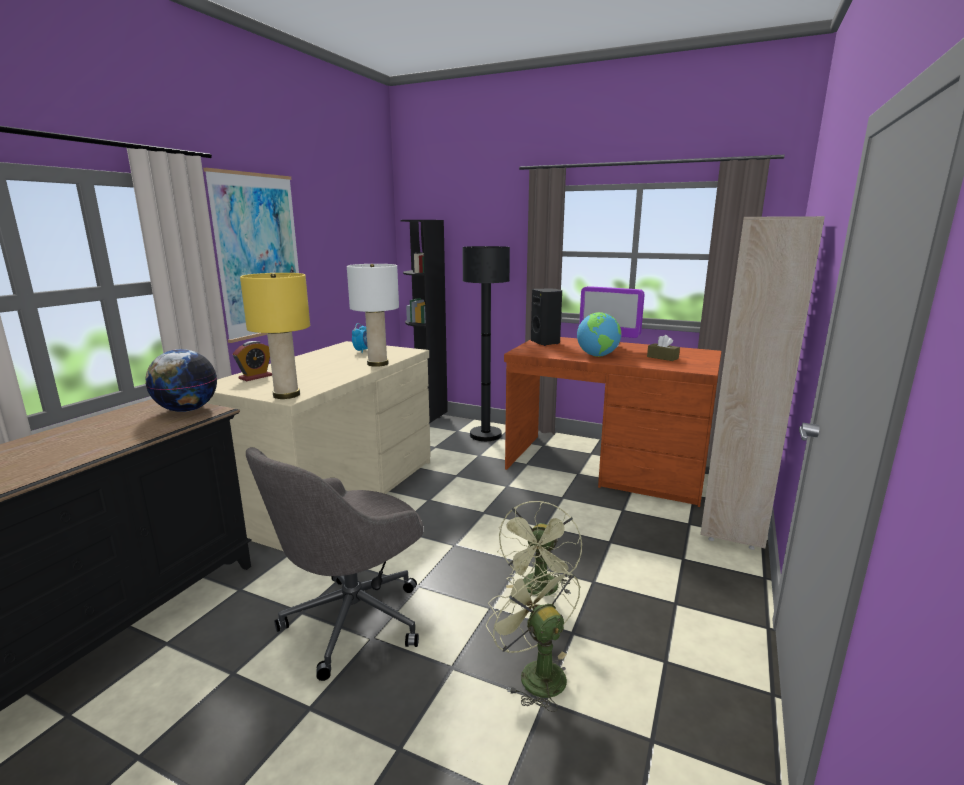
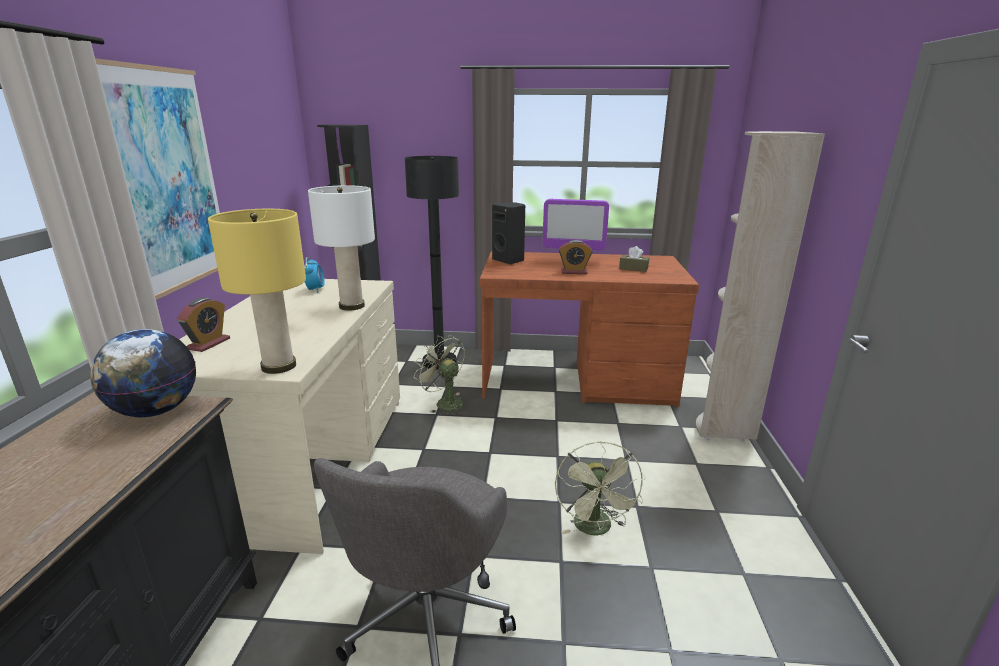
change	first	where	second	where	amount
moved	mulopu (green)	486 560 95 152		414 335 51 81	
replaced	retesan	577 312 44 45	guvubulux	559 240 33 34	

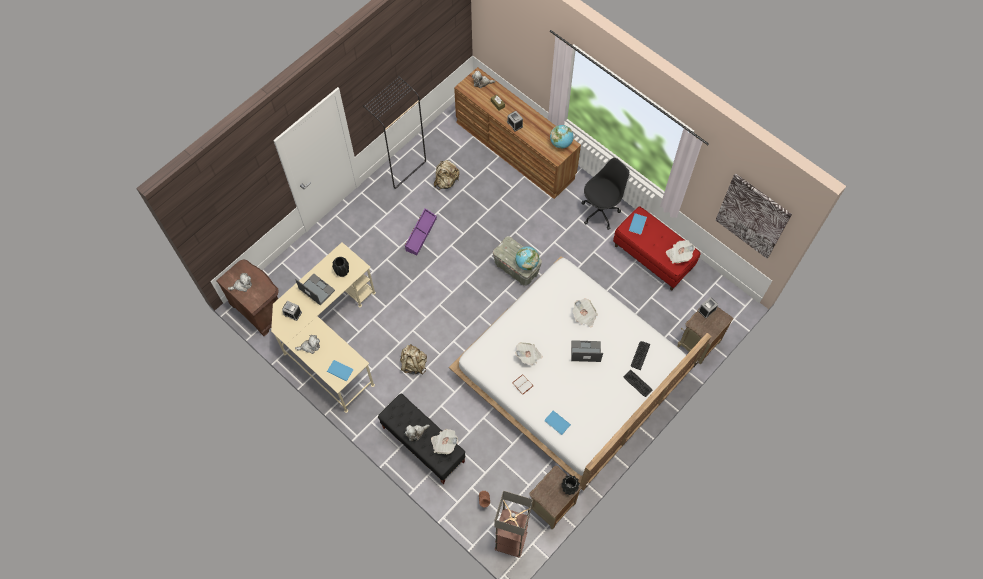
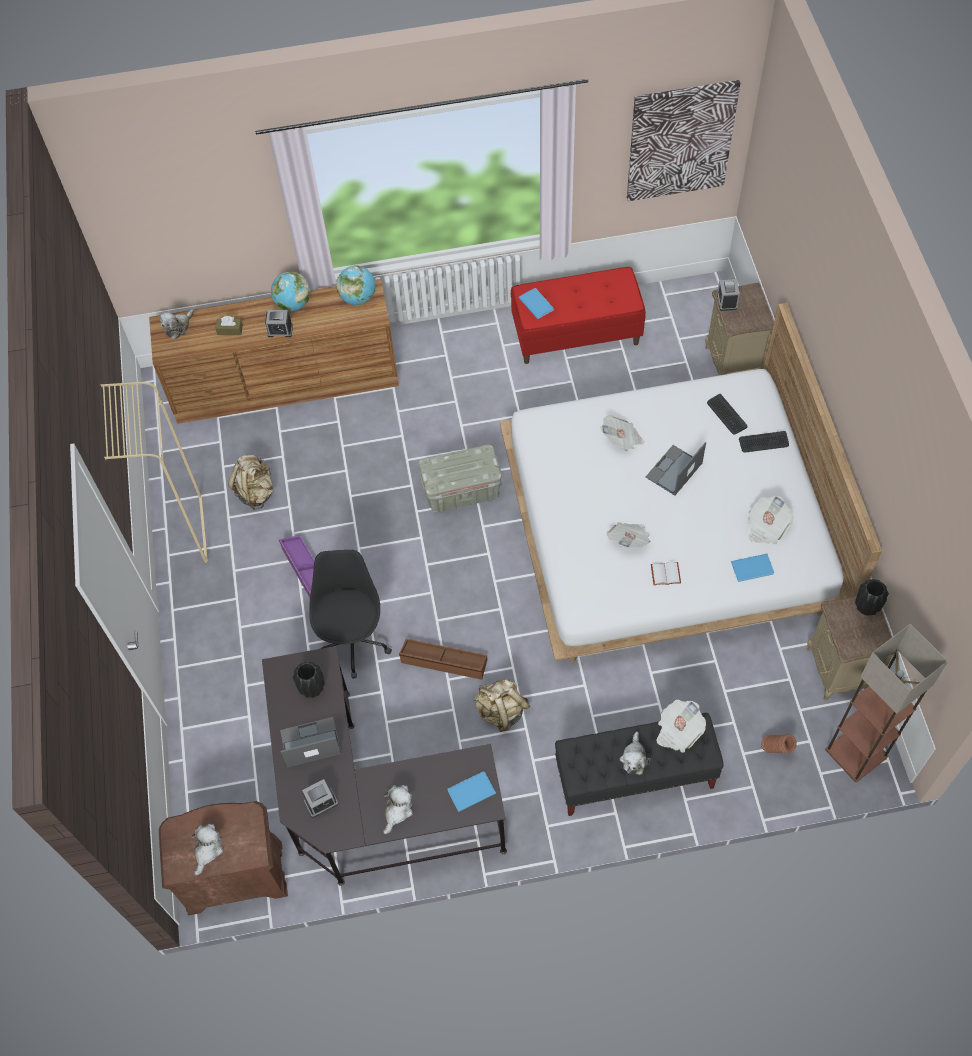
change	first	where	second	where	amount
added			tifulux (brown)	399 638 88 42	
moved	retesan	515 246 24 24		271 272 39 39	
moved	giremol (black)	581 158 48 72		309 550 83 128	
moved	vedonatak	666 240 29 24		748 496 45 48	
recoloured	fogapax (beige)	271 242 105 171	fogapax (black)	262 646 245 240	
recoloured	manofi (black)	363 76 63 113	manofi (beige)	100 382 108 181	

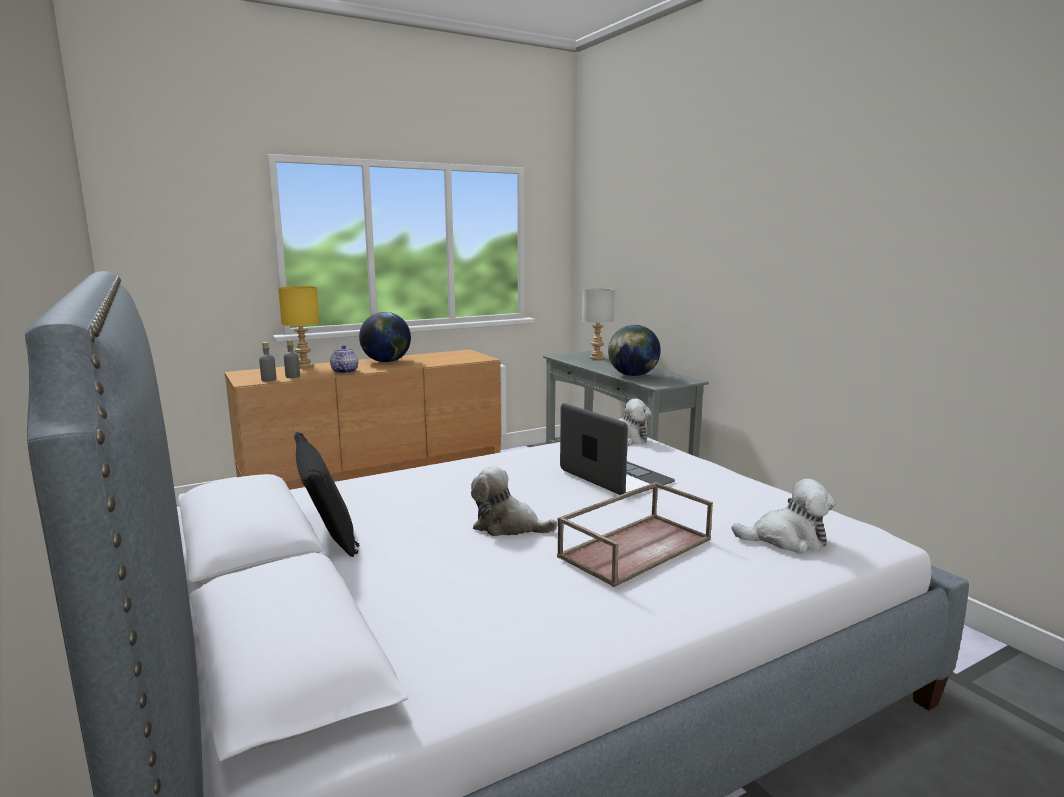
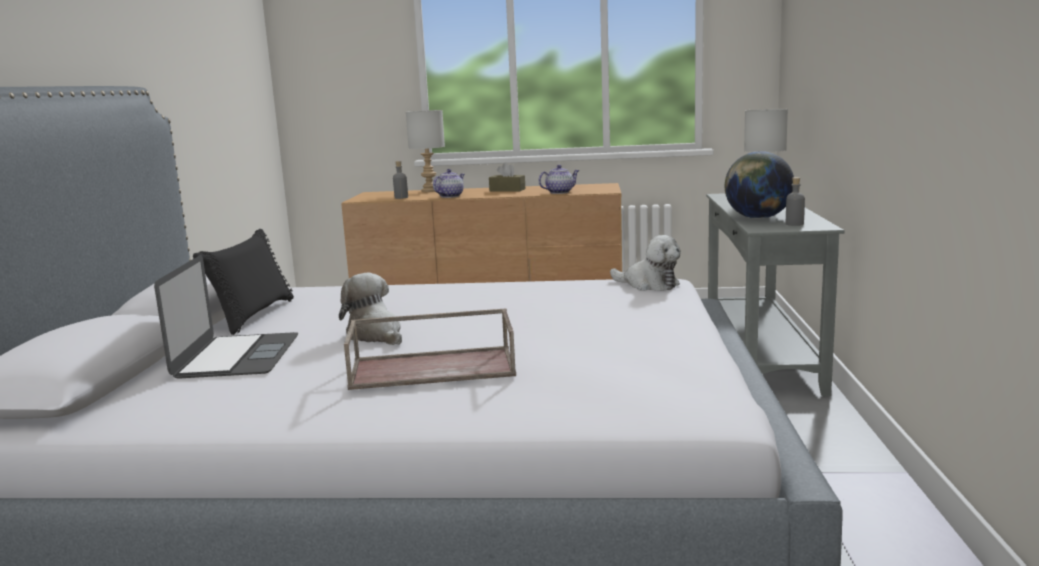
change	first	where	second	where	amount
removed	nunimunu	731 478 105 76			
added			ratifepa	538 165 41 29	
moved	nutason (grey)	259 342 17 39		786 177 19 49	
moved	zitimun	560 403 115 92		154 255 144 124	
replaced	retesan	359 312 52 50	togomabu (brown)	489 162 36 30	
recoloured	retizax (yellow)	278 286 42 82	retizax (grey)	406 110 39 82	

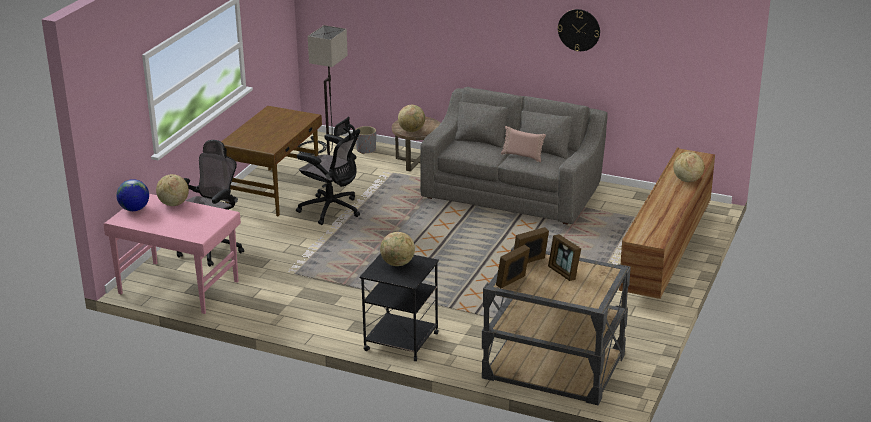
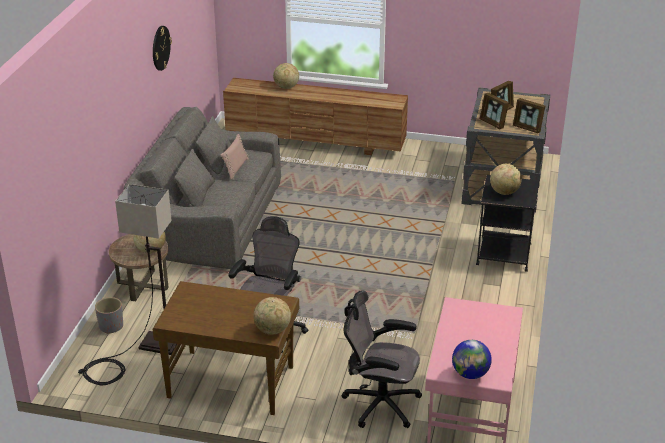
change	first	where	second	where	amount
moved	retesan	156 174 33 32		253 297 38 37	

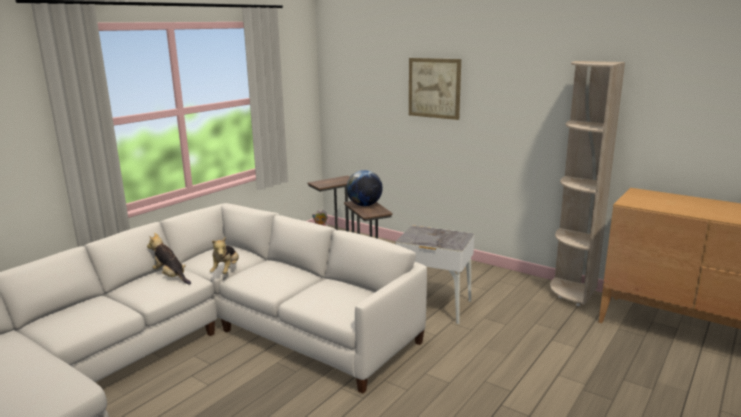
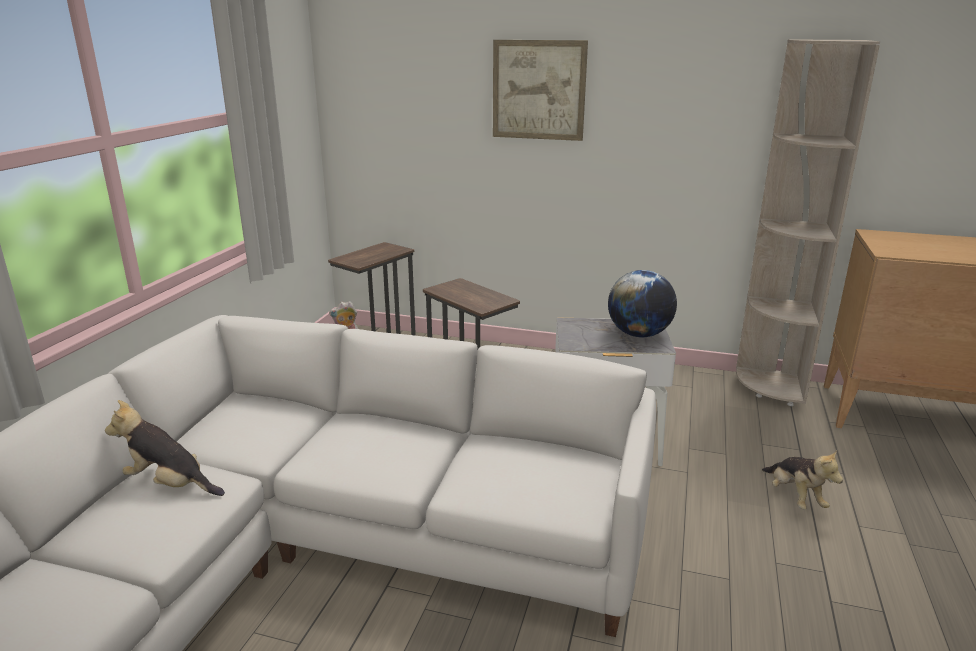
change	first	where	second	where	amount
moved	nunimunu	210 237 29 37		762 450 81 60	
moved	retesan	346 170 37 36		608 270 69 67	

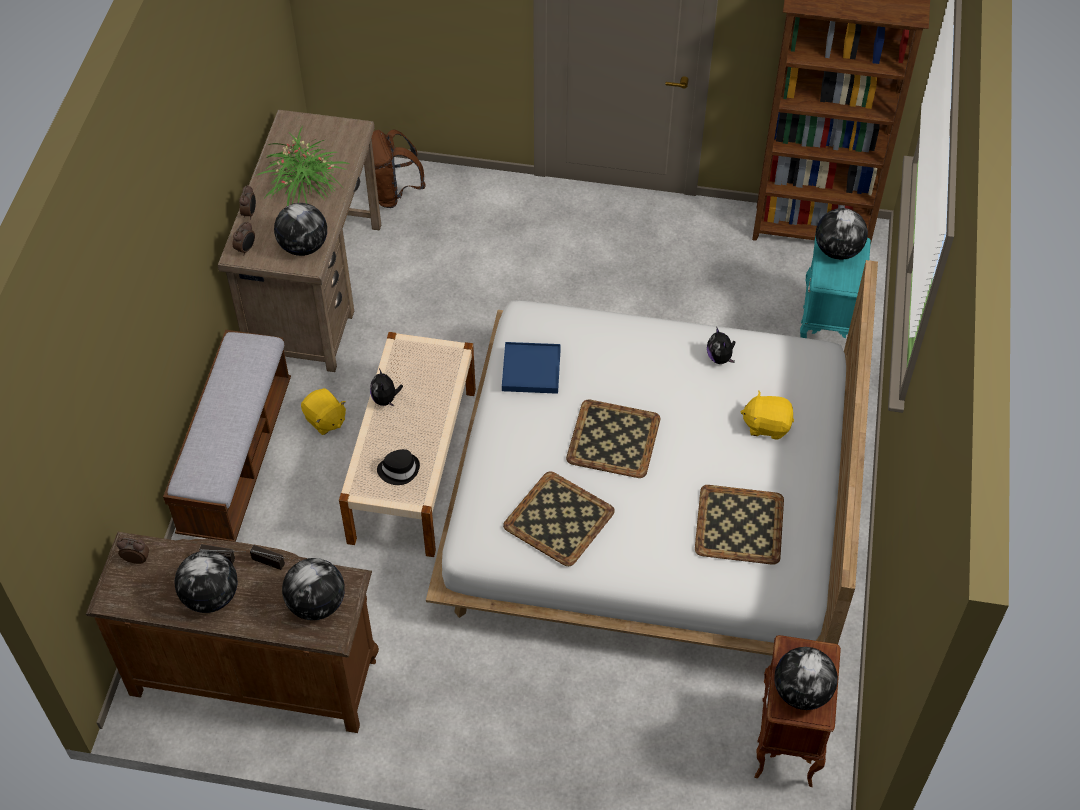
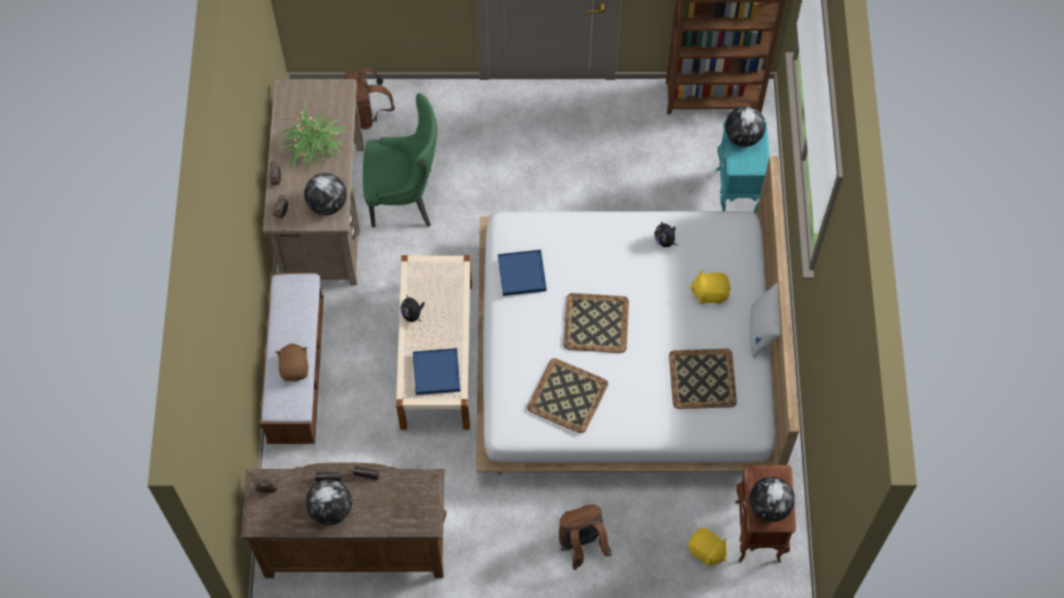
change	first	where	second	where	amount
removed	retesan	282 558 63 62			
added			nunimunu (brown)	275 343 33 39	
added			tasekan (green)	363 93 74 134	
added			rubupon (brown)	559 505 53 65	
added			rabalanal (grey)	750 281 31 77	
moved	nunimunu (yellow)	301 388 45 47		688 528 39 39	
replaced	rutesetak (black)	377 449 43 36	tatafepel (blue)	413 348 47 47	

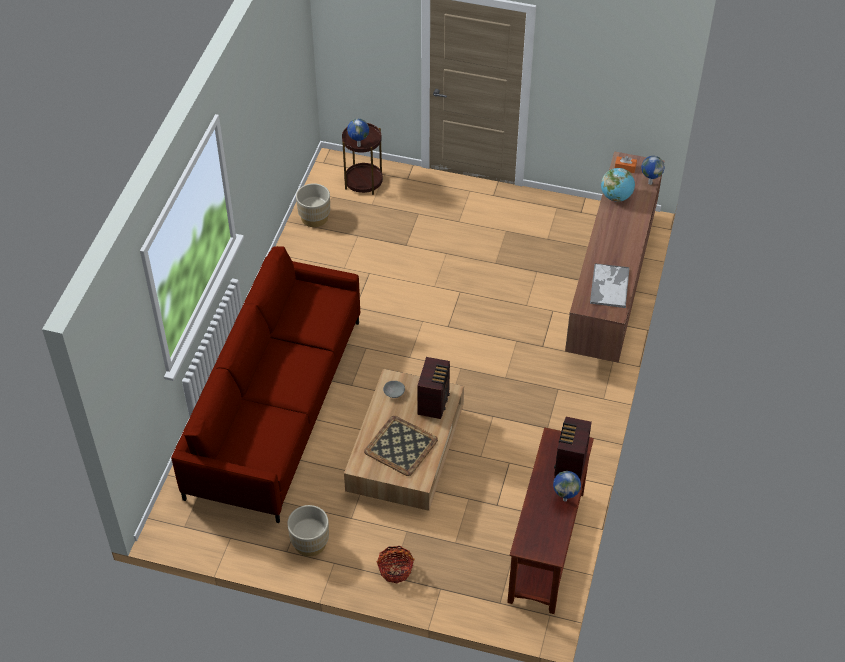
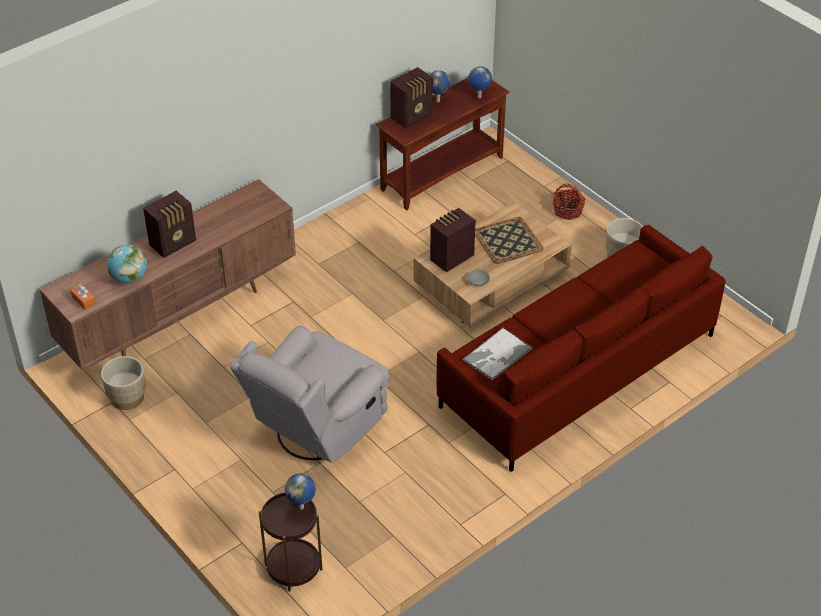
change	first	where	second	where	amount
added			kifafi	143 191 53 67	
added			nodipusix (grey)	230 326 160 137	
moved	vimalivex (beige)	296 183 34 44		101 356 45 54	
moved	tatafepel	590 264 40 44		463 328 70 52	
moved	retesan	641 156 24 29		468 66 24 32	

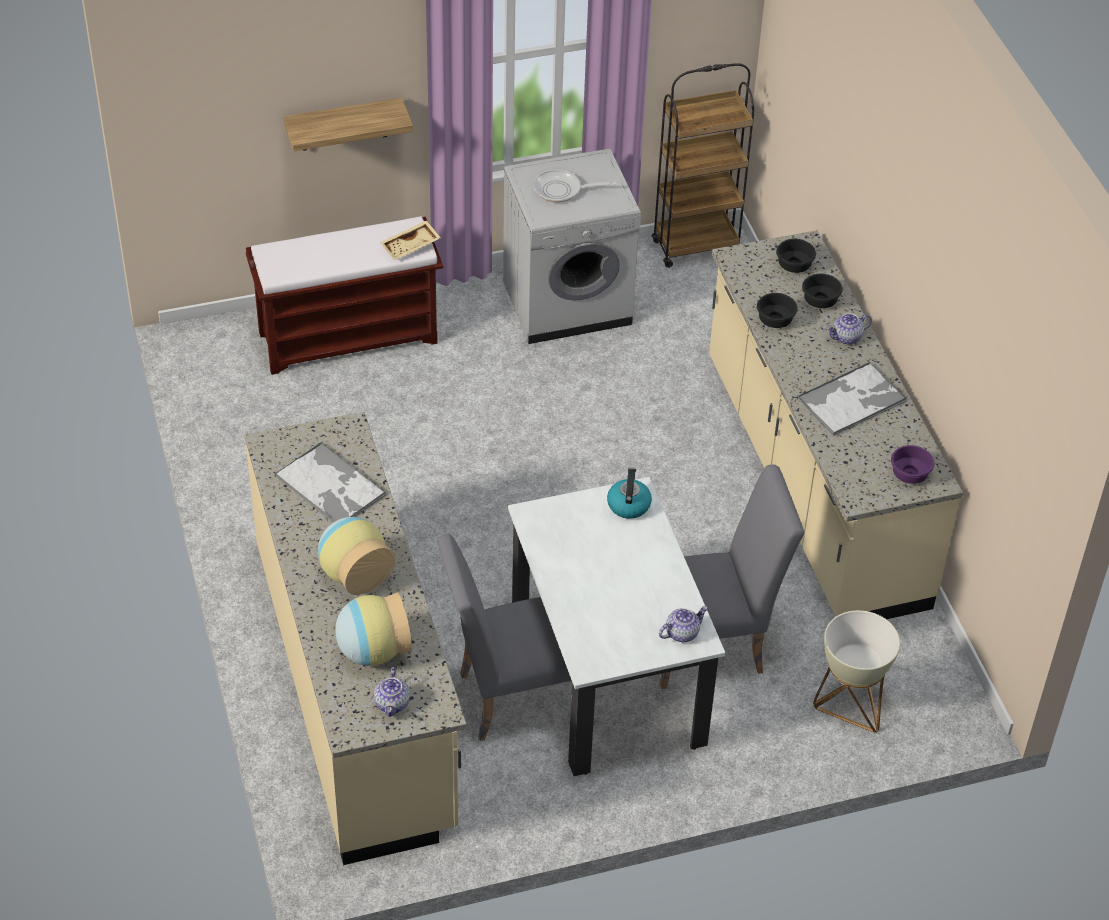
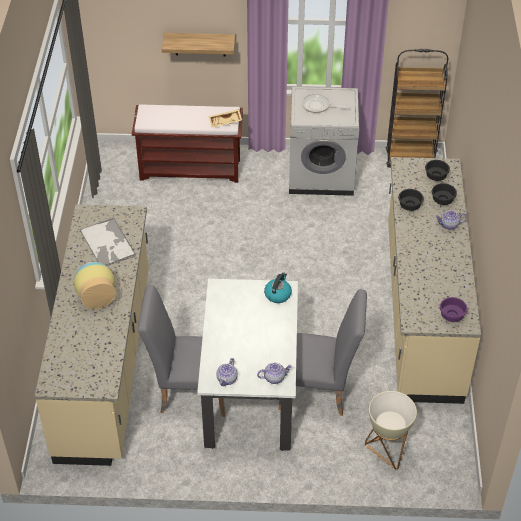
change	first	where	second	where	amount
removed	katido	335 592 77 74			
removed	tatafepel	797 362 110 74			
moved	ratifepa	374 667 36 50		216 358 22 28	

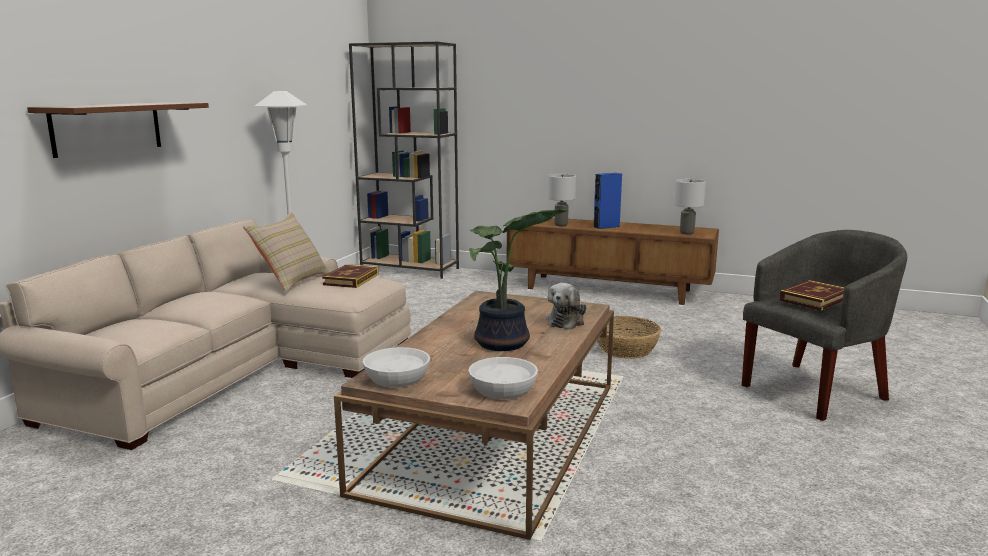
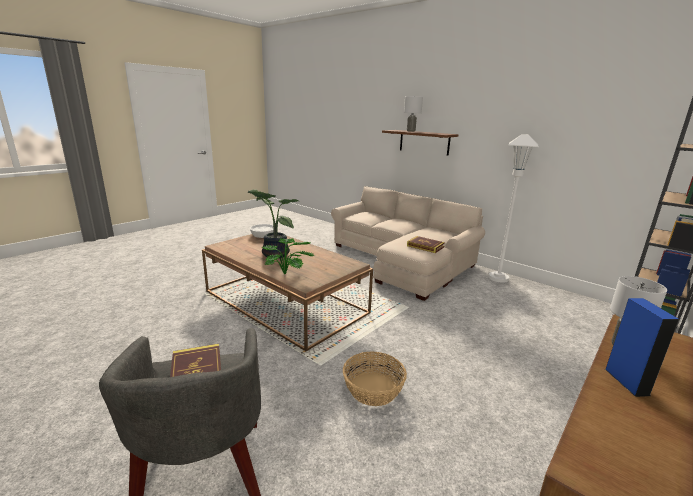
change	first	where	second	where	amount
removed	rabalanal (beige)	243 212 87 80			
removed	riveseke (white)	468 357 70 42			
moved	retizax (white)	674 179 32 56		404 96 19 36	
replaced	nunimunu	547 283 40 47	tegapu	262 238 52 36	

